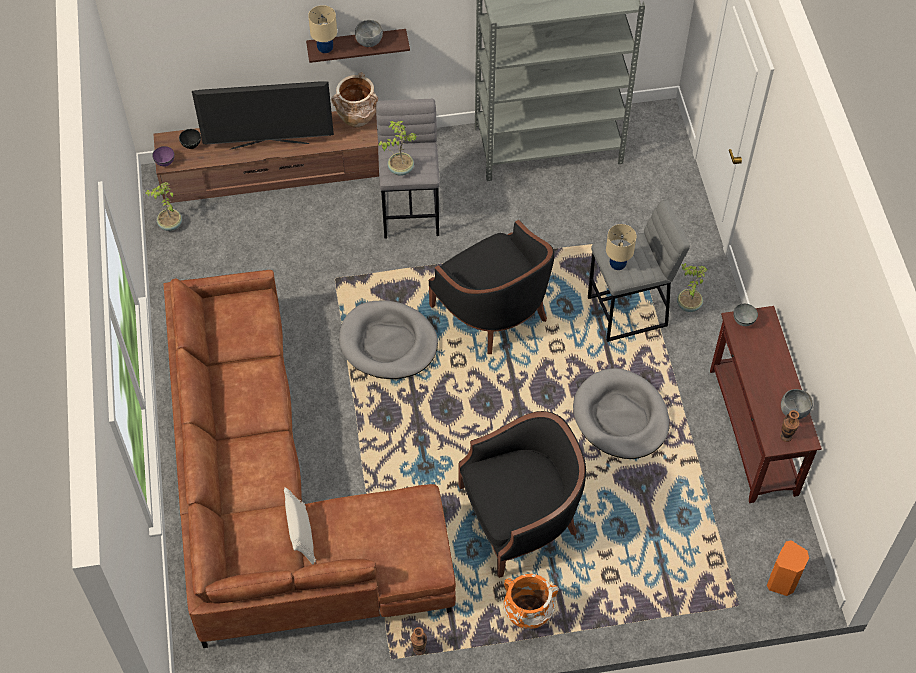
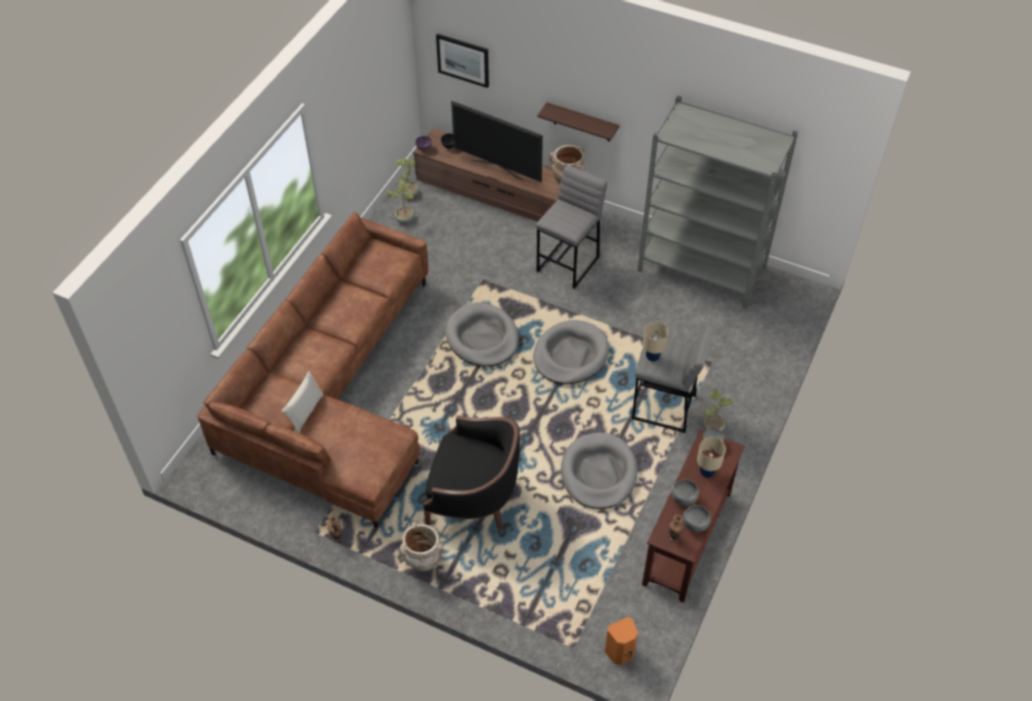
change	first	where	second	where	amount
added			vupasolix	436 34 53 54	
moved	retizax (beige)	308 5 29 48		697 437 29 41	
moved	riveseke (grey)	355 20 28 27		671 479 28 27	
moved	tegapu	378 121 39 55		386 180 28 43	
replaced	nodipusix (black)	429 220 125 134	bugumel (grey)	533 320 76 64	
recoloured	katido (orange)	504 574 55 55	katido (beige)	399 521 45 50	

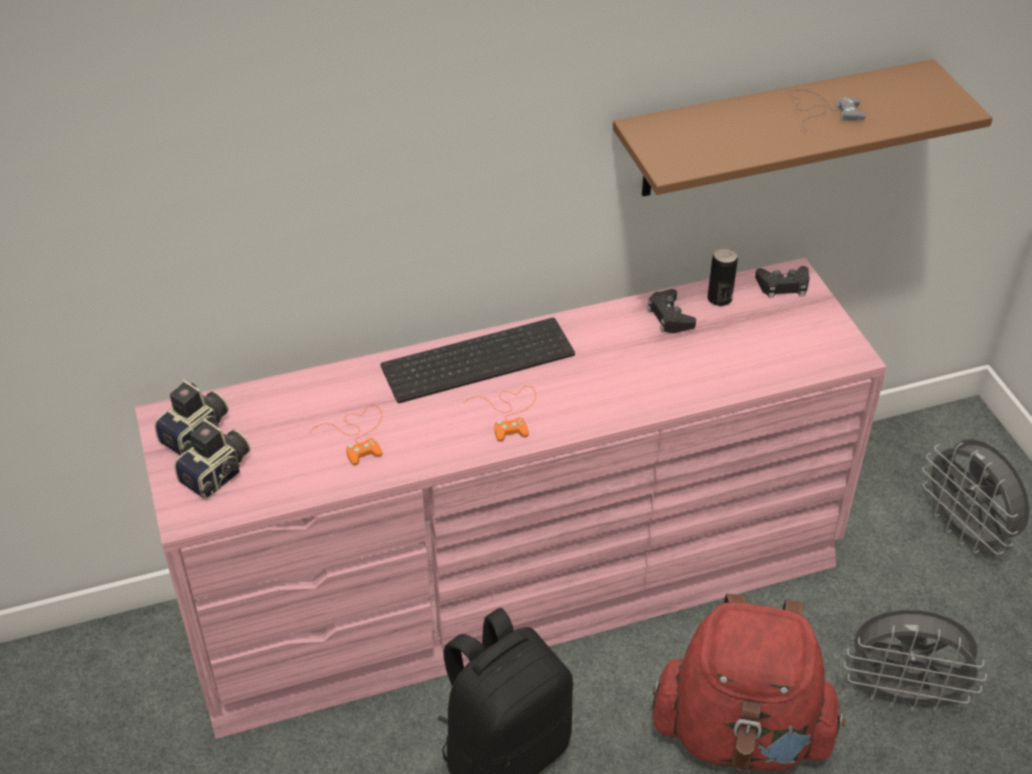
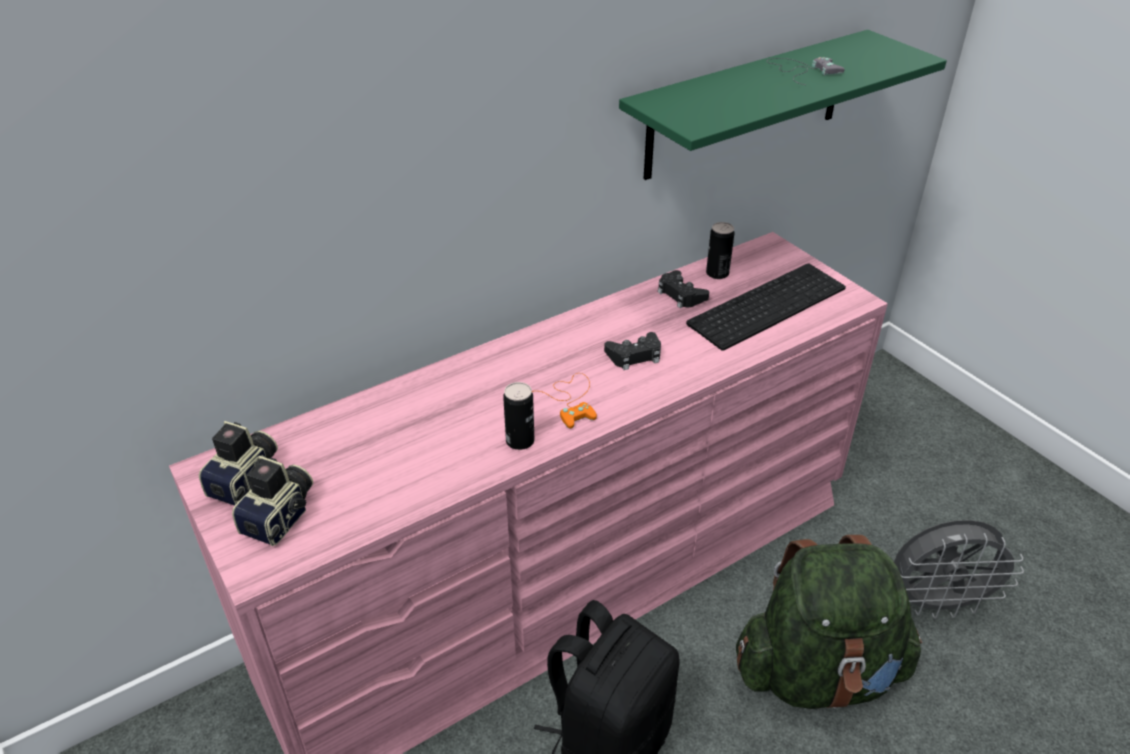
change	first	where	second	where	amount
removed	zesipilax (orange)	310 405 72 61			
removed	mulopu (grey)	922 439 108 116			
added			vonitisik	503 382 31 68	
moved	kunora	381 318 194 85		686 263 160 88	
moved	zesipilax (black)	755 266 55 32		604 332 57 38	
recoloured	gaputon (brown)	613 59 380 137	gaputon (green)	619 30 328 150	
recoloured	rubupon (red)	653 594 193 177	rubupon (green)	736 535 186 174	

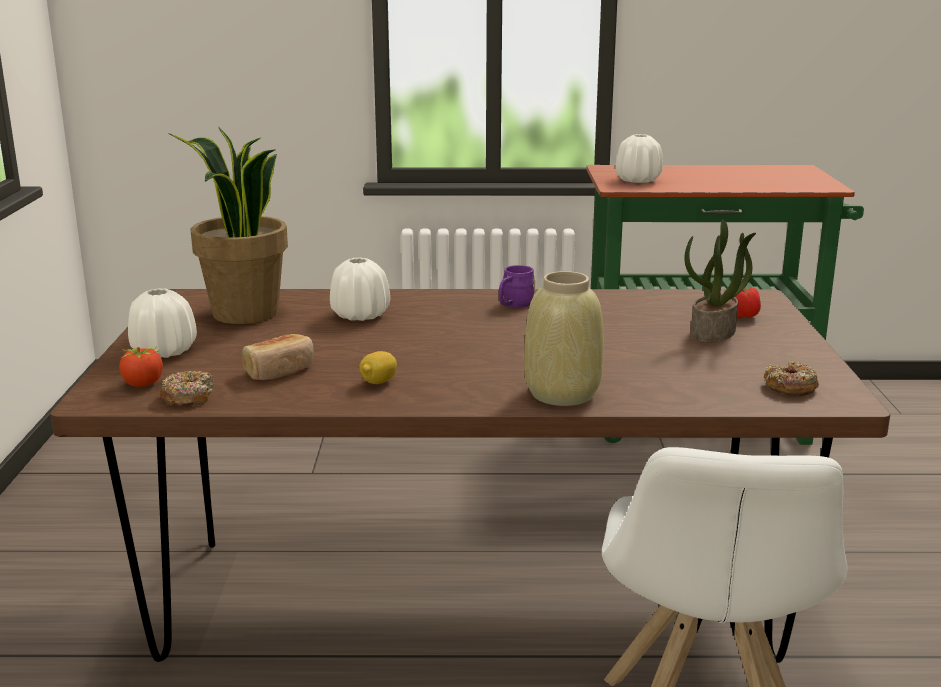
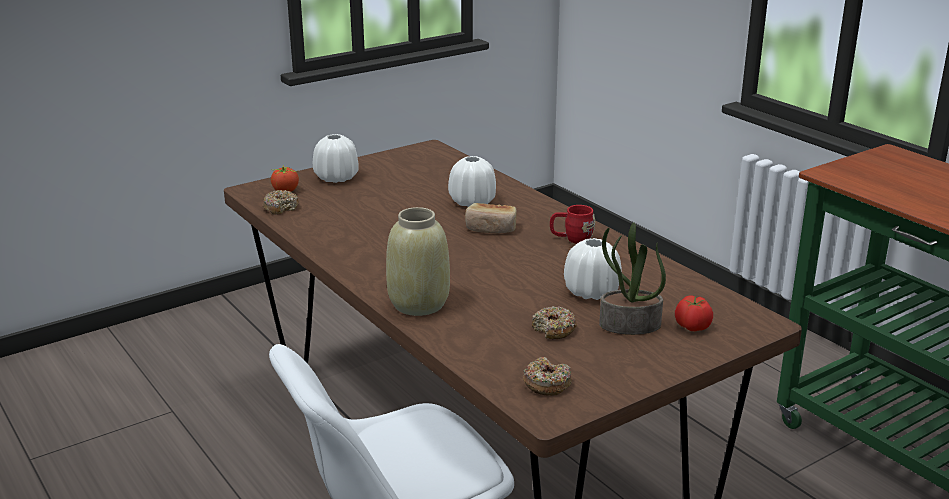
change	first	where	second	where	amount
removed	tegapu	168 127 120 197			
removed	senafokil	359 351 38 33			
added			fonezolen	532 306 45 33	
moved	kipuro	242 334 72 46		465 203 52 30	
moved	katido (white)	616 134 47 49		564 238 58 62	
recoloured	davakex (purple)	499 265 36 42	davakex (red)	550 205 45 39	

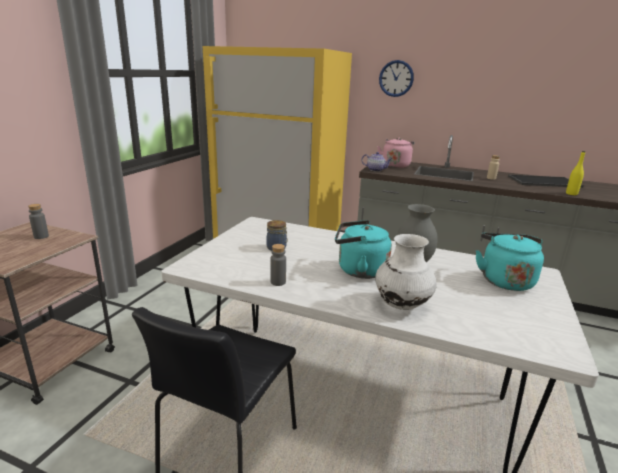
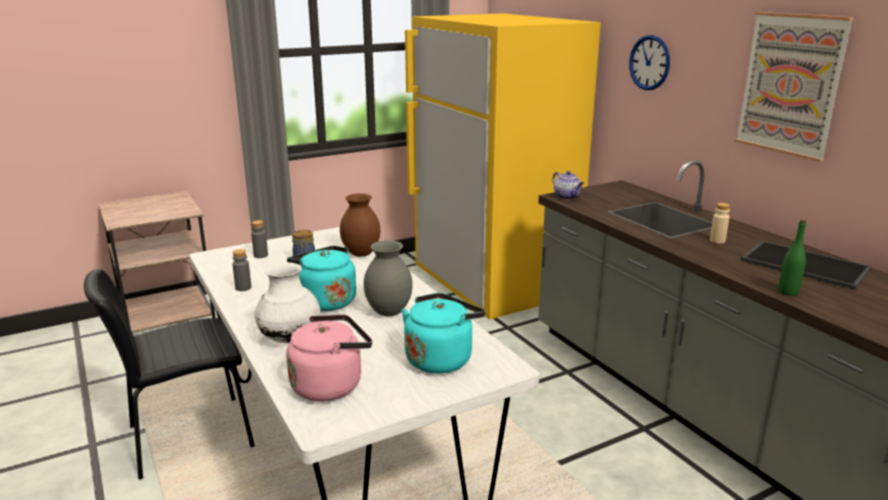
change	first	where	second	where	amount
added			katido (brown)	340 193 40 64	
added			vupasolix	735 12 119 150	
moved	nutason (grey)	28 204 21 35		251 220 17 38	
moved	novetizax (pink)	377 138 37 30		286 314 86 88	
recoloured	nutason (yellow)	566 151 19 44	nutason (green)	778 220 28 76	

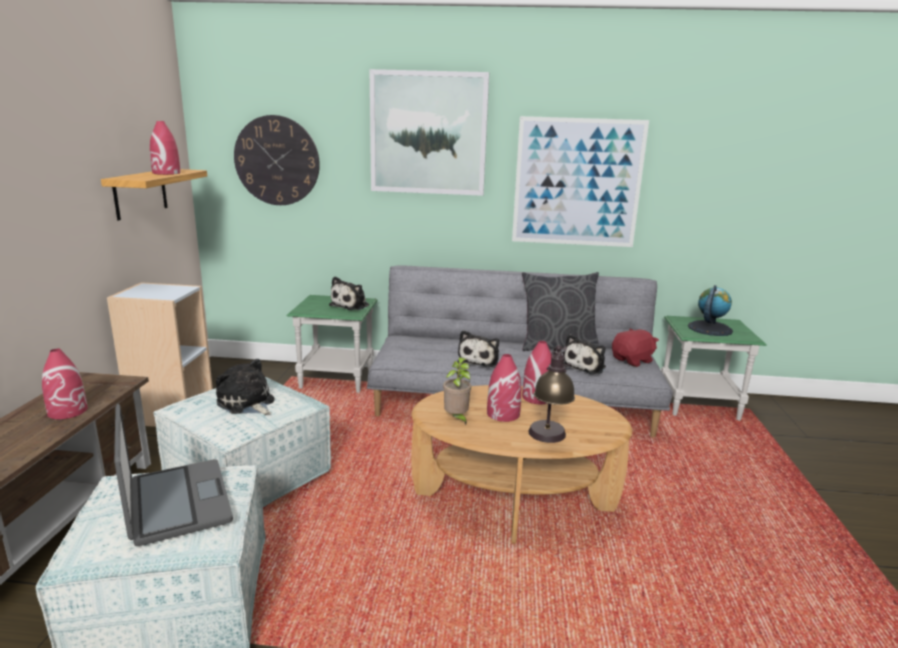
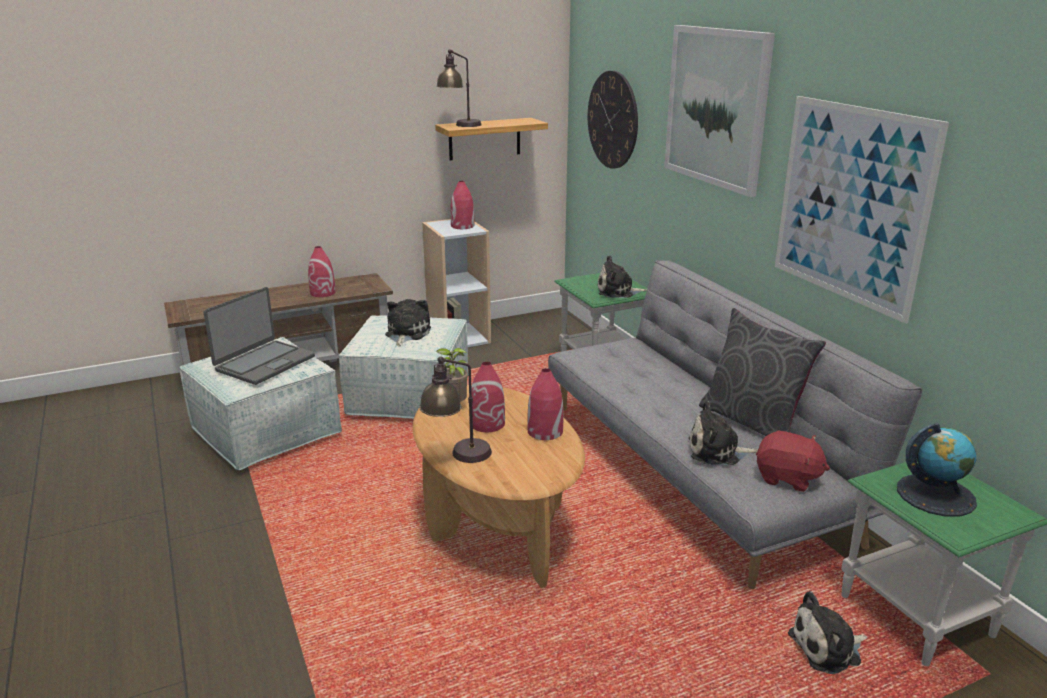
change	first	where	second	where	amount
added			retizax	437 49 45 78	
moved	katido (red)	150 121 31 54		450 181 24 48	
moved	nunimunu	458 330 41 38		788 591 79 83	

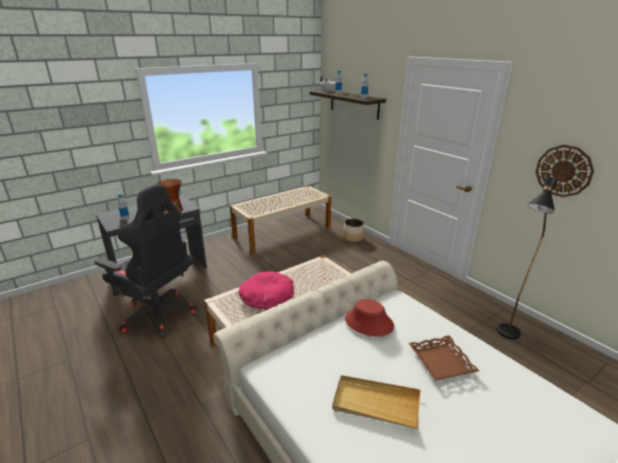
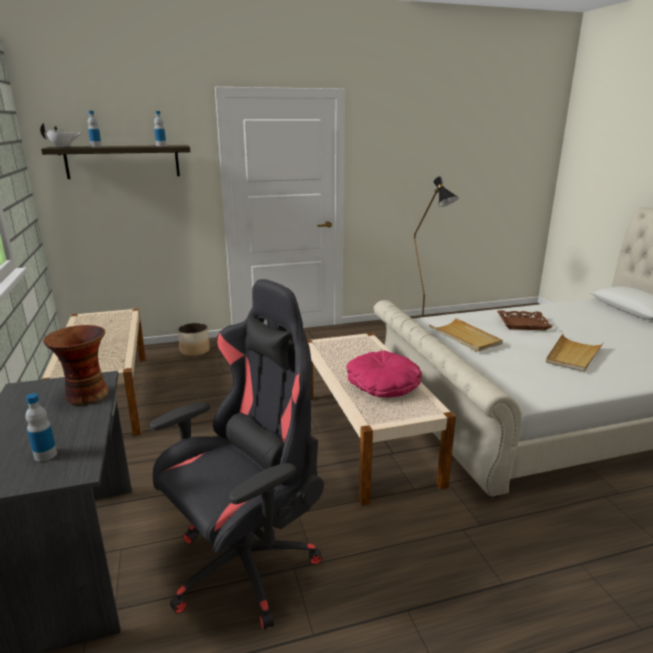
change	first	where	second	where	amount
removed	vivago	536 145 58 52			
replaced	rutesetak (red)	345 299 49 37	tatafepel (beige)	429 318 74 34	

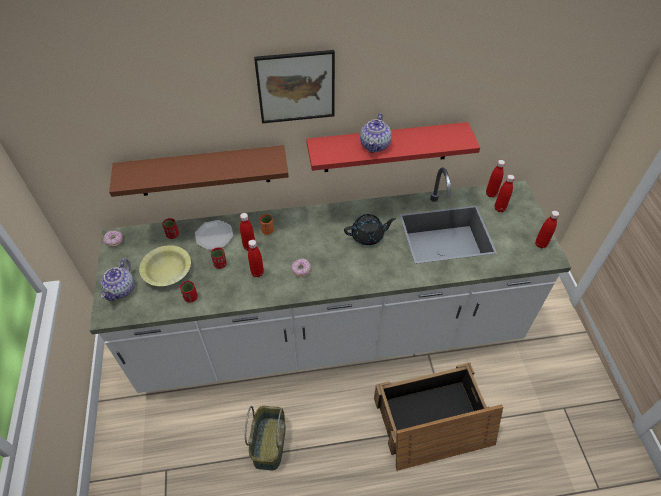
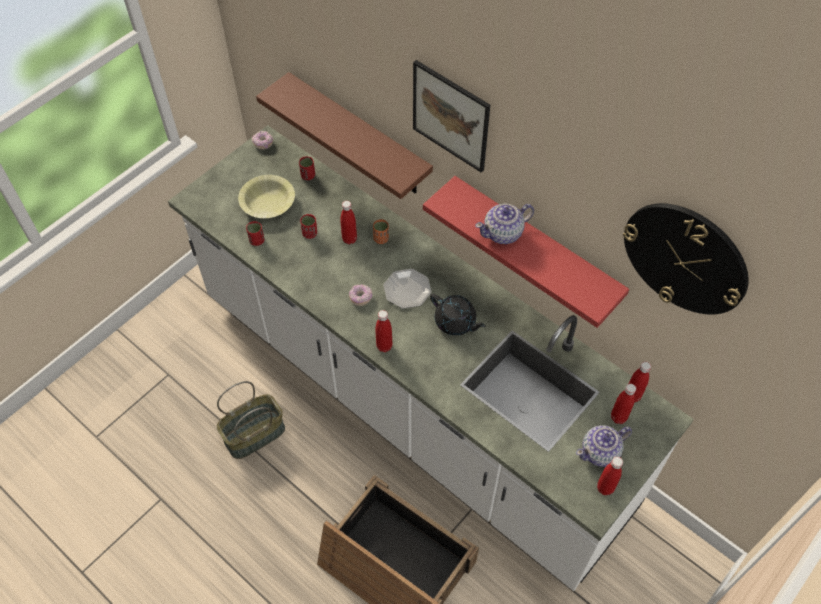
change	first	where	second	where	amount
added			vivago	623 203 126 112	
moved	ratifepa	101 259 33 42		576 425 56 42	
moved	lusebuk	195 220 38 30		383 269 48 40	
moved	nutason (red)	248 240 16 37		375 310 17 42	

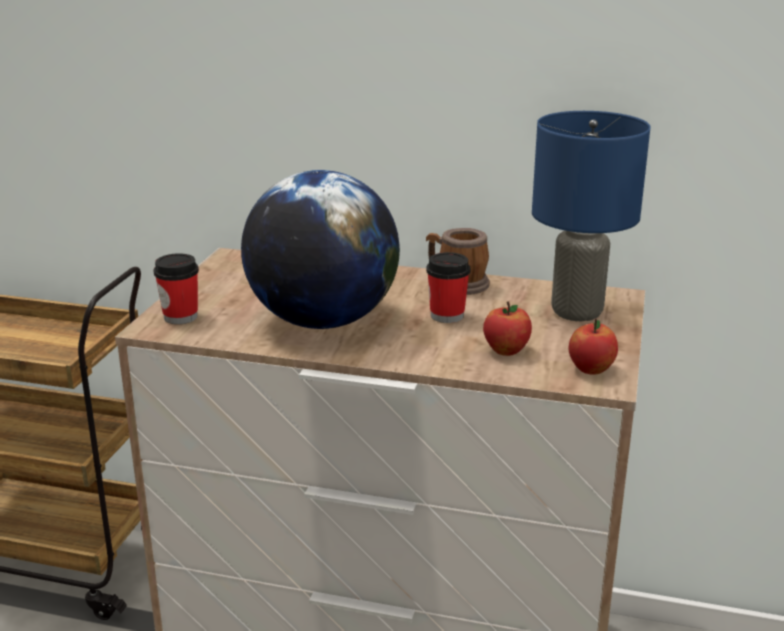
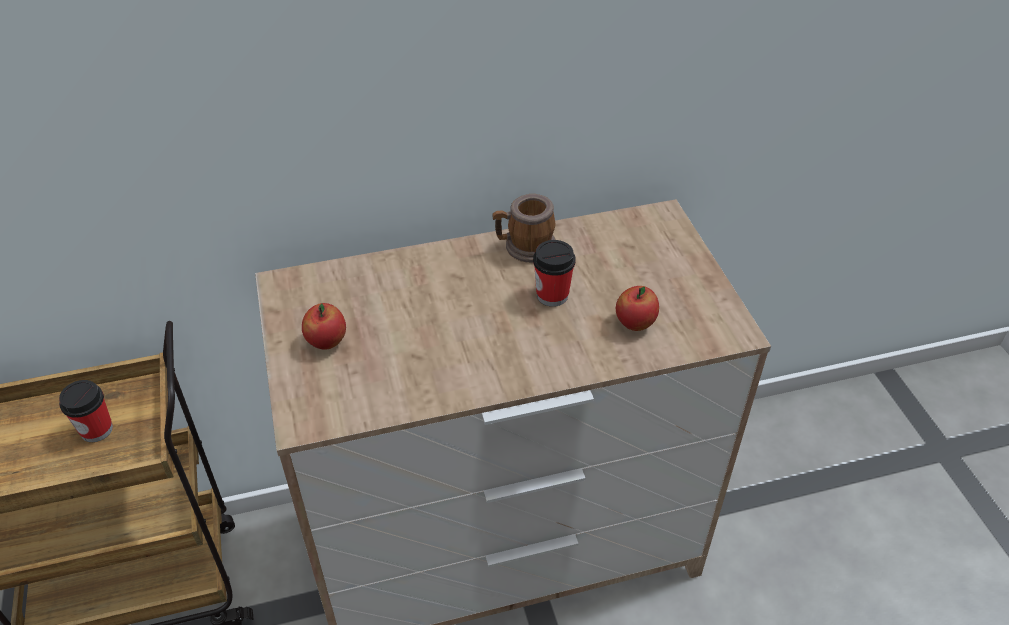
change	first	where	second	where	amount
removed	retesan	241 170 159 159			
removed	retizax (blue)	532 111 119 211			
moved	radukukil	153 253 46 71		59 380 54 62	
moved	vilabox	569 319 49 56		302 303 44 47	

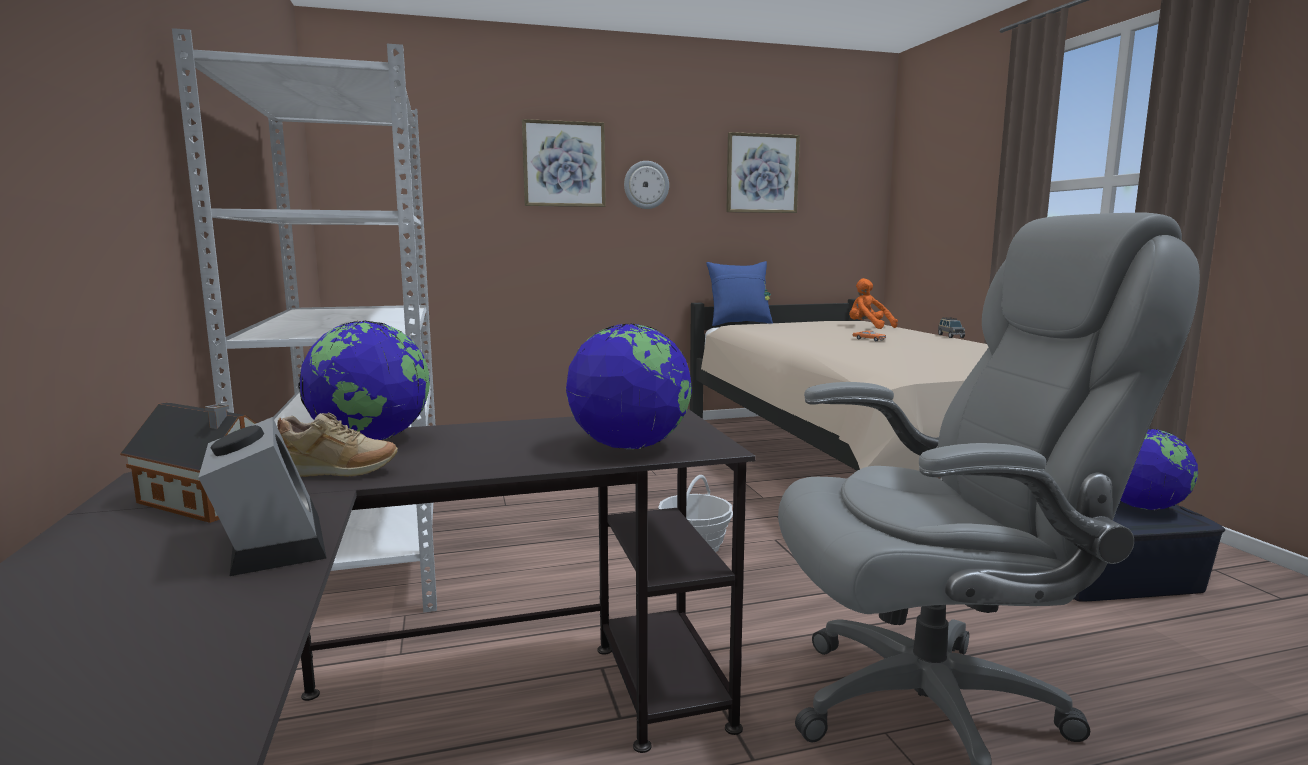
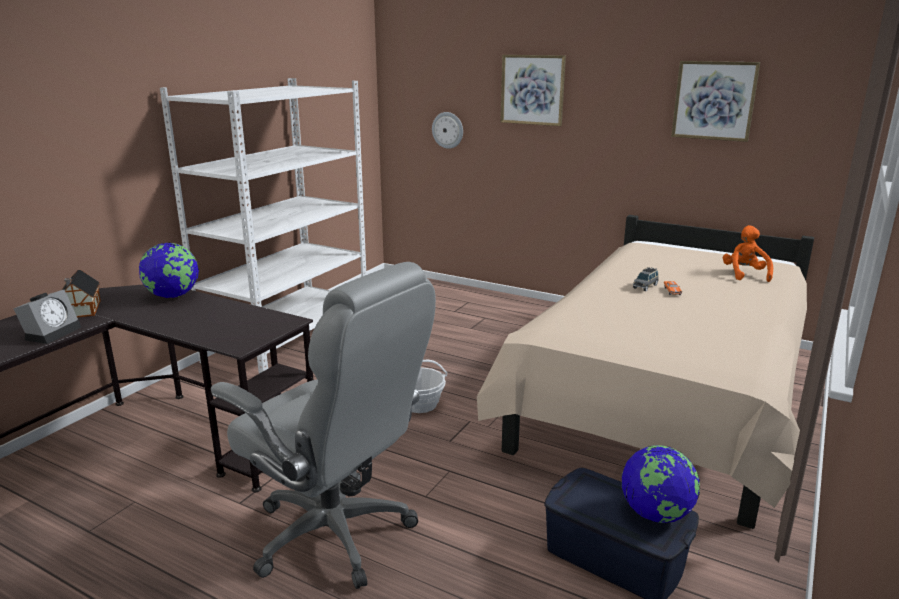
change	first	where	second	where	amount
removed	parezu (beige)	277 413 121 64			
removed	retesan	566 323 126 126			
removed	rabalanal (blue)	706 261 67 65			
moved	vivago	624 161 45 48		432 112 31 37	
moved	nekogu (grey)	938 317 27 21		633 267 26 24	

